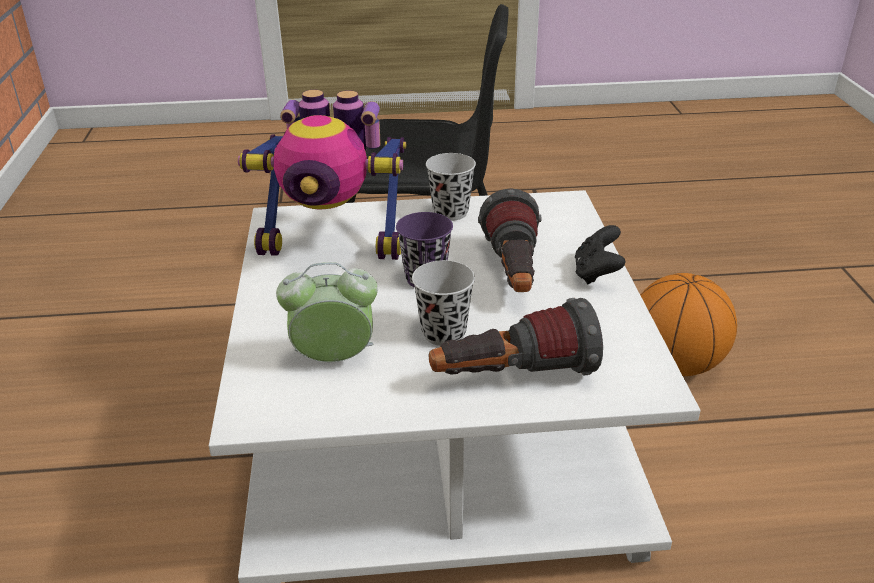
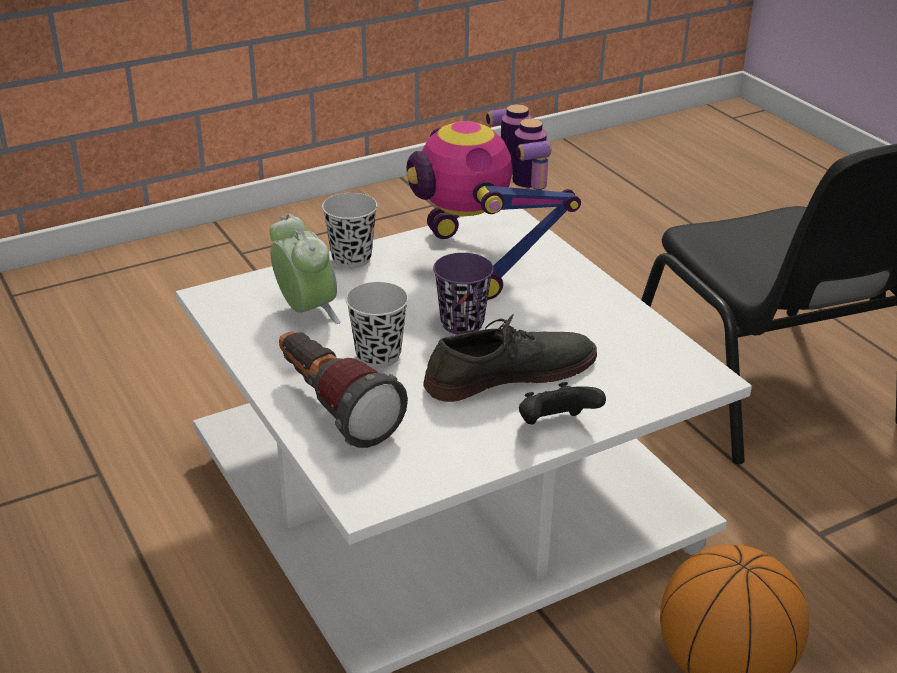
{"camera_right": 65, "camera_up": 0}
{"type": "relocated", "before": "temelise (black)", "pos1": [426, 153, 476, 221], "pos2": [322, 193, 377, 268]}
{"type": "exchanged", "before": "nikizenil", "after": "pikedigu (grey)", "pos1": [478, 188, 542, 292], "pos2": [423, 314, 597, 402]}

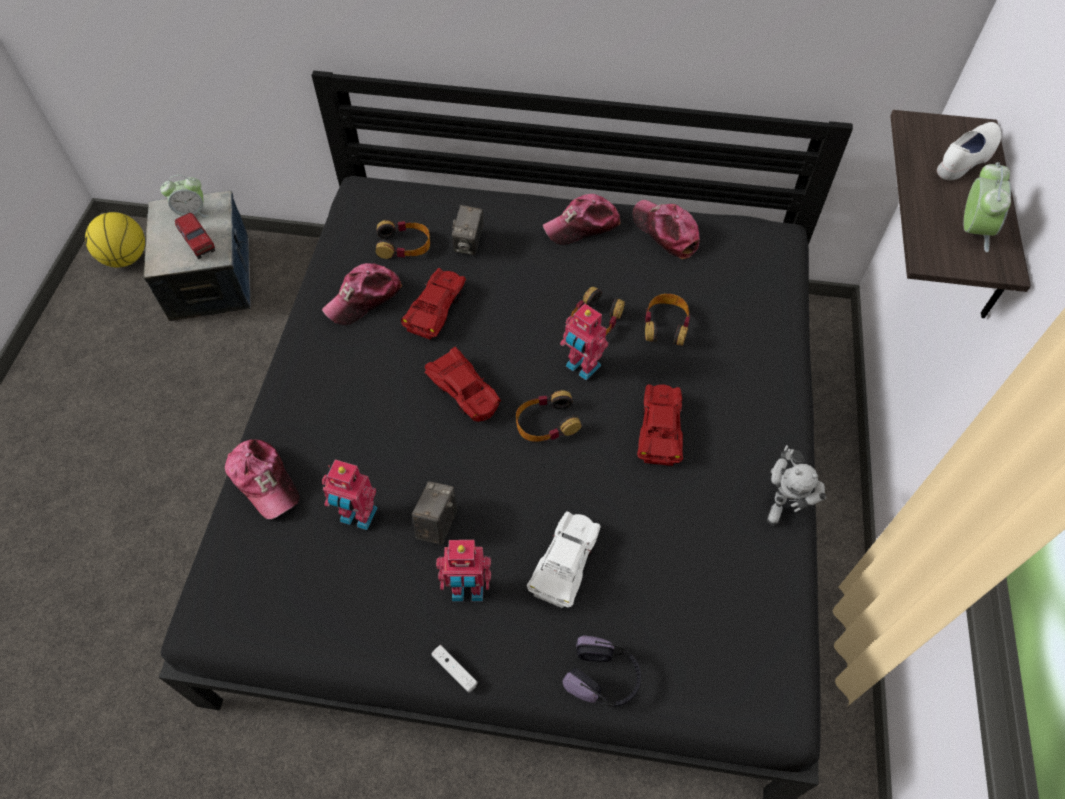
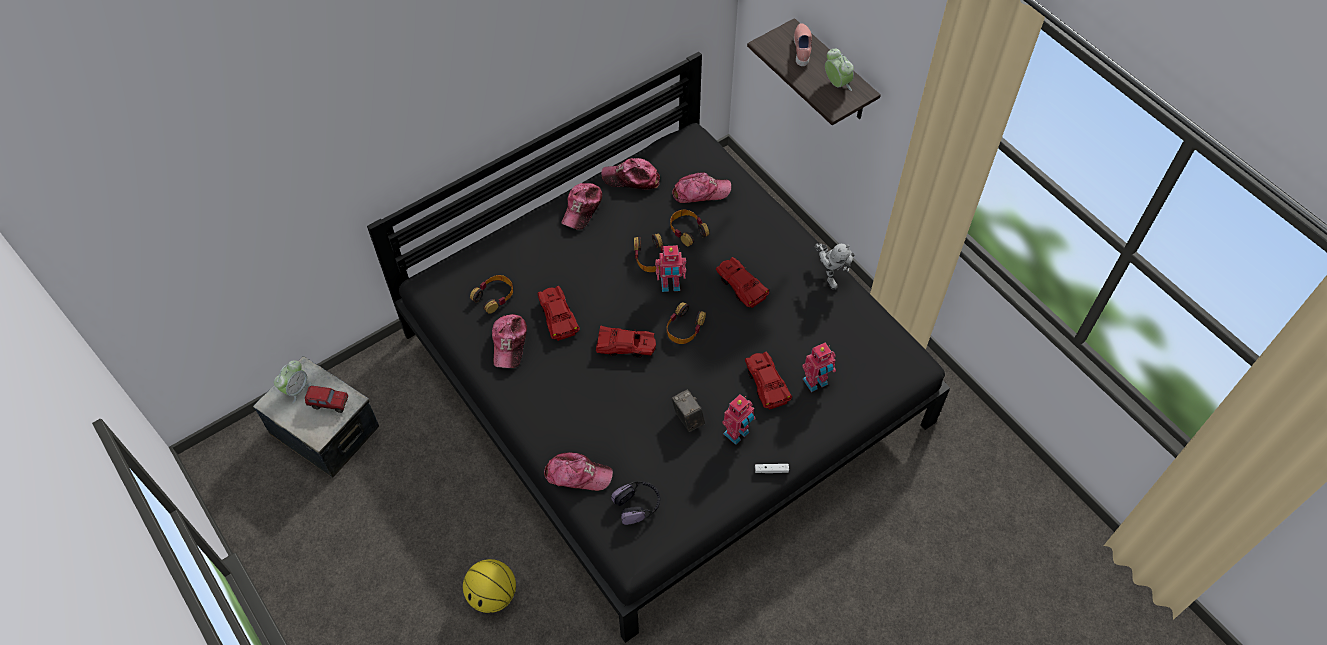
{"camera_right": -45, "camera_up": 0}
{"type": "missing", "before": "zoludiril", "pos1": [452, 205, 483, 255]}
{"type": "appeared", "after": "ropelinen", "pos2": [672, 172, 731, 203]}
{"type": "relocated", "before": "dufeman", "pos1": [85, 212, 145, 268], "pos2": [463, 559, 516, 613]}
{"type": "relocated", "before": "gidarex", "pos1": [322, 460, 378, 530], "pos2": [802, 343, 836, 392]}
{"type": "relocated", "before": "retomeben", "pos1": [562, 635, 641, 707], "pos2": [611, 481, 660, 525]}
{"type": "colour", "before": "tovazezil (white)", "after": "tovazezil (red)", "pos1": [527, 511, 601, 608], "pos2": [745, 351, 792, 410]}
{"type": "colour", "before": "pikedigu (white)", "after": "pikedigu (pink)", "pos1": [937, 122, 1001, 181], "pos2": [794, 23, 812, 66]}

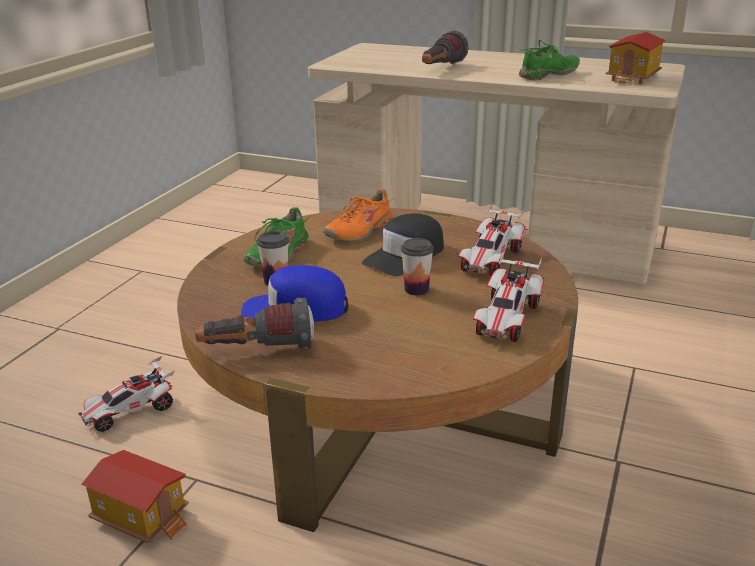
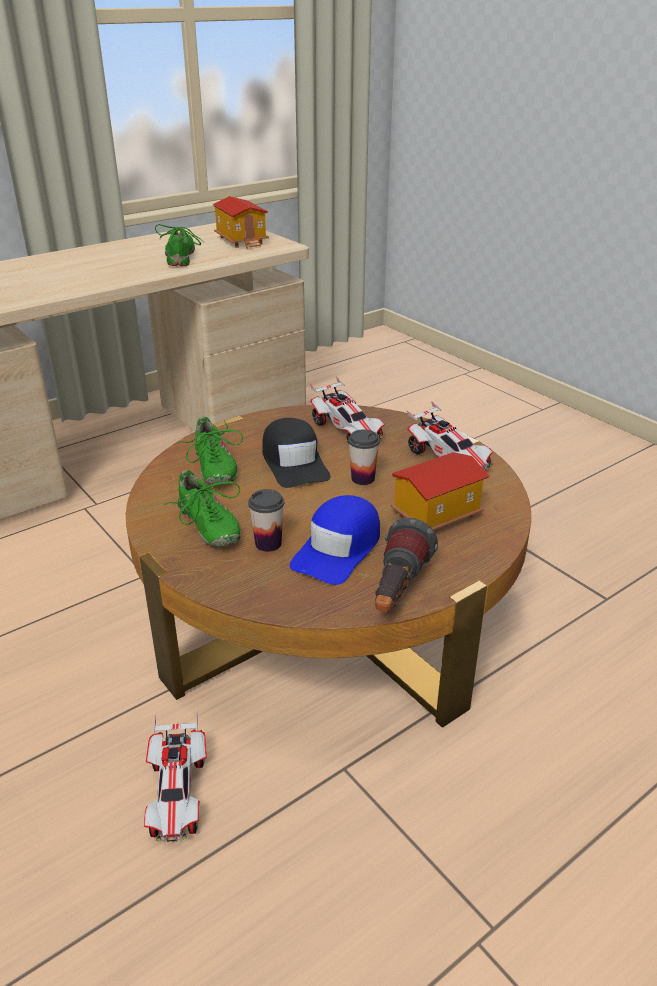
{"camera_right": -60, "camera_up": 5}
{"type": "missing", "before": "nikizenil", "pos1": [422, 31, 469, 64]}
{"type": "relocated", "before": "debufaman", "pos1": [81, 450, 189, 543], "pos2": [390, 452, 490, 530]}
{"type": "colour", "before": "pikedigu (orange)", "after": "pikedigu (green)", "pos1": [324, 188, 393, 241], "pos2": [177, 416, 243, 485]}

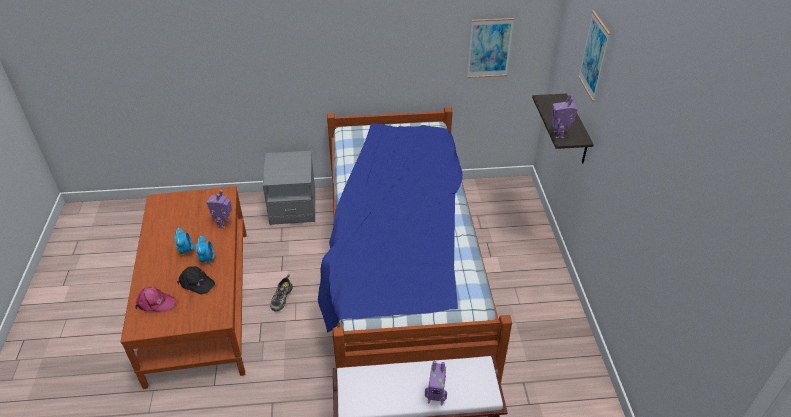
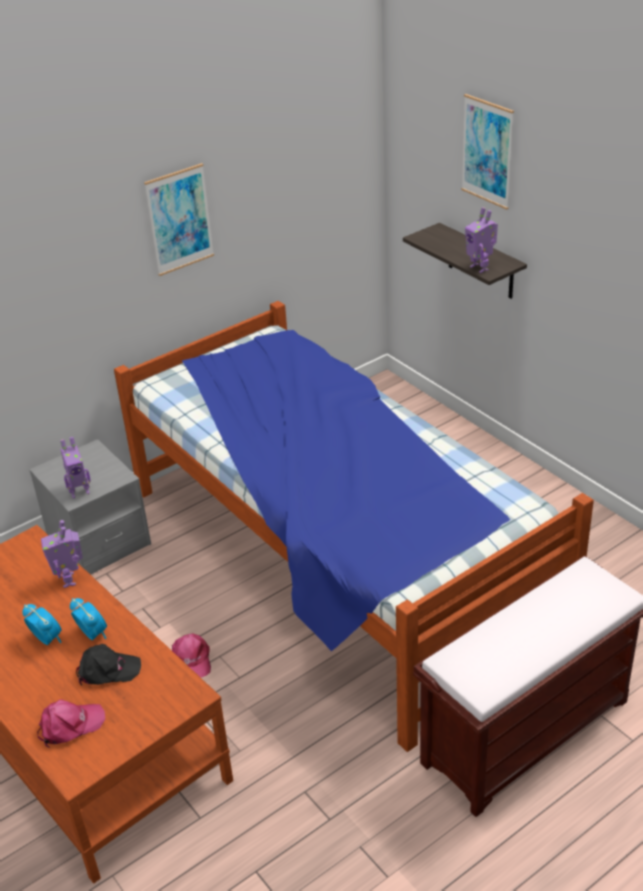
{"camera_right": -30, "camera_up": -5}
{"type": "relocated", "before": "gidarex", "pos1": [425, 361, 447, 406], "pos2": [60, 437, 91, 498]}
{"type": "relocated", "before": "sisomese", "pos1": [467, 18, 514, 78], "pos2": [144, 163, 214, 276]}
{"type": "exchanged", "before": "pikedigu", "after": "ropelinen (pink)", "pos1": [270, 274, 293, 311], "pos2": [172, 633, 211, 677]}

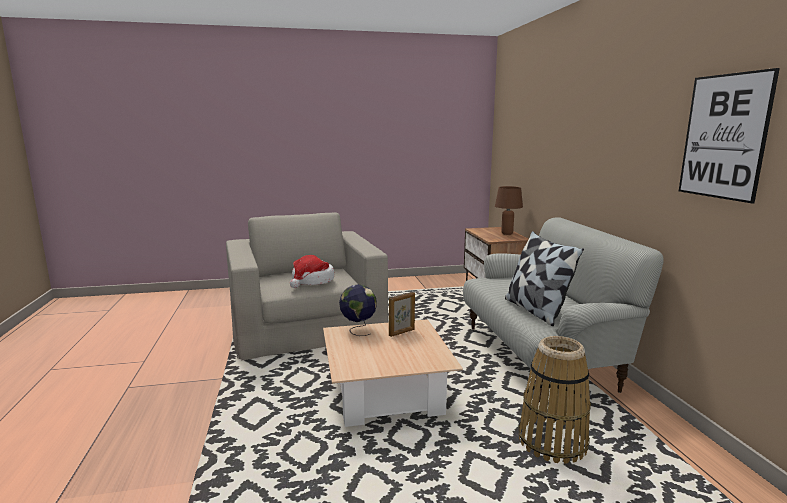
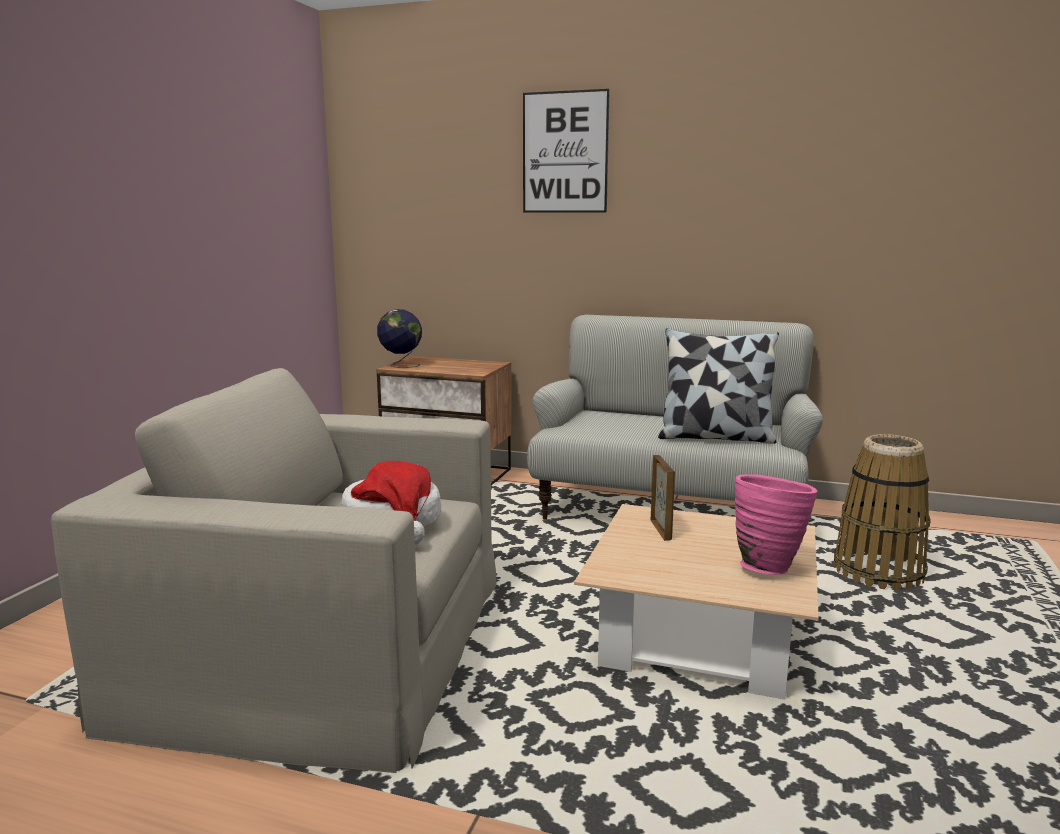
{"camera_right": -60, "camera_up": 0}
{"type": "missing", "before": "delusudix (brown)", "pos1": [495, 186, 523, 235]}
{"type": "appeared", "after": "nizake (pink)", "pos2": [735, 474, 817, 575]}
{"type": "relocated", "before": "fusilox", "pos1": [339, 284, 377, 336], "pos2": [377, 309, 422, 368]}
{"type": "relocated", "before": "sisomese", "pos1": [679, 68, 780, 204], "pos2": [523, 89, 610, 213]}

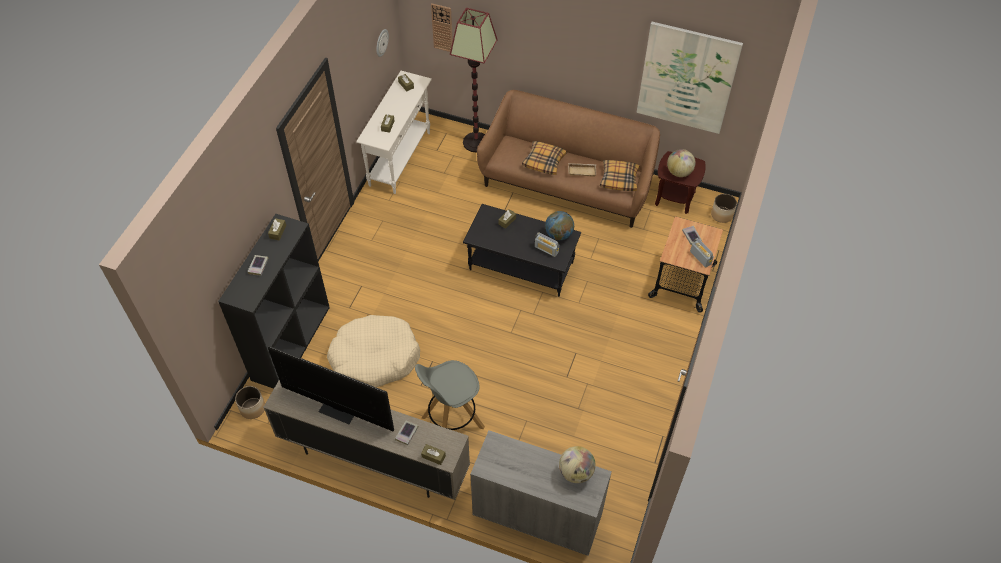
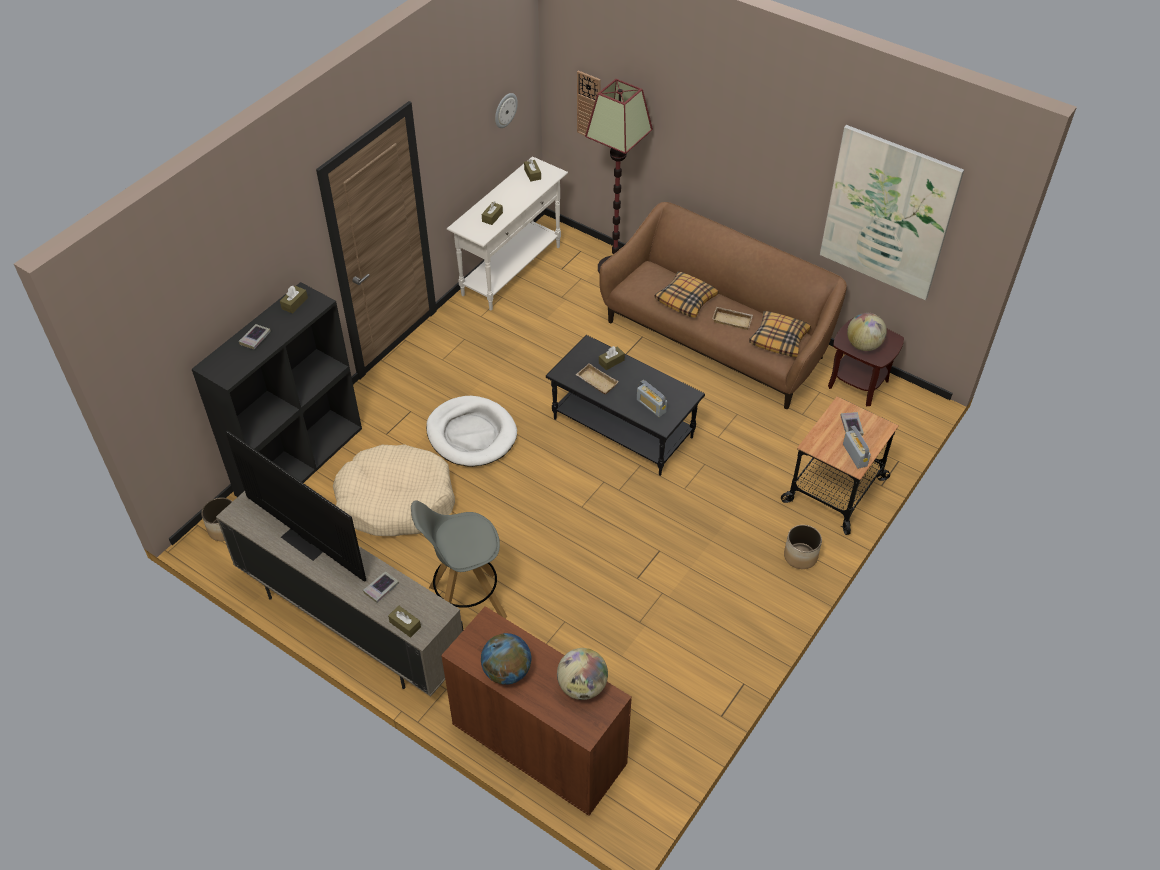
{"camera_right": 15, "camera_up": -5}
{"type": "appeared", "after": "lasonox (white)", "pos2": [426, 396, 517, 467]}
{"type": "appeared", "after": "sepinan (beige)", "pos2": [576, 363, 619, 394]}
{"type": "relocated", "before": "fusilox", "pos1": [545, 211, 574, 240], "pos2": [481, 633, 531, 685]}
{"type": "relocated", "before": "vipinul", "pos1": [711, 194, 737, 223], "pos2": [784, 525, 822, 569]}
{"type": "colour", "before": "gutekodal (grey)", "after": "gutekodal (brown)", "pos1": [470, 430, 612, 556], "pos2": [441, 606, 632, 816]}

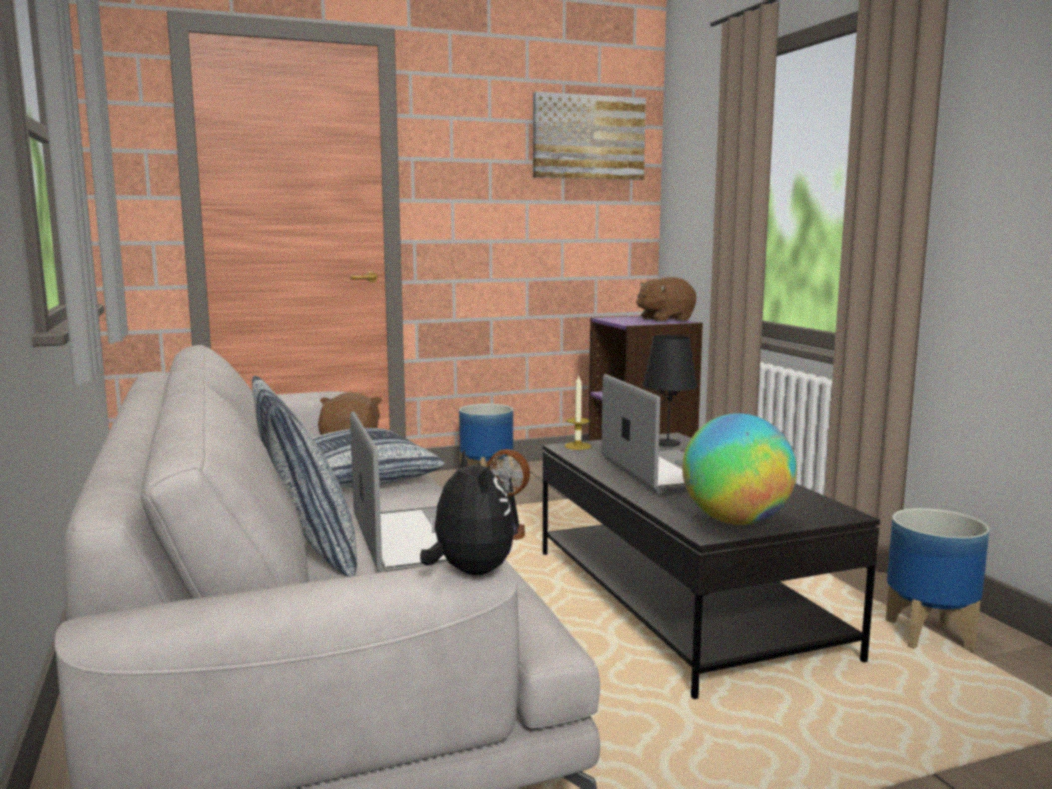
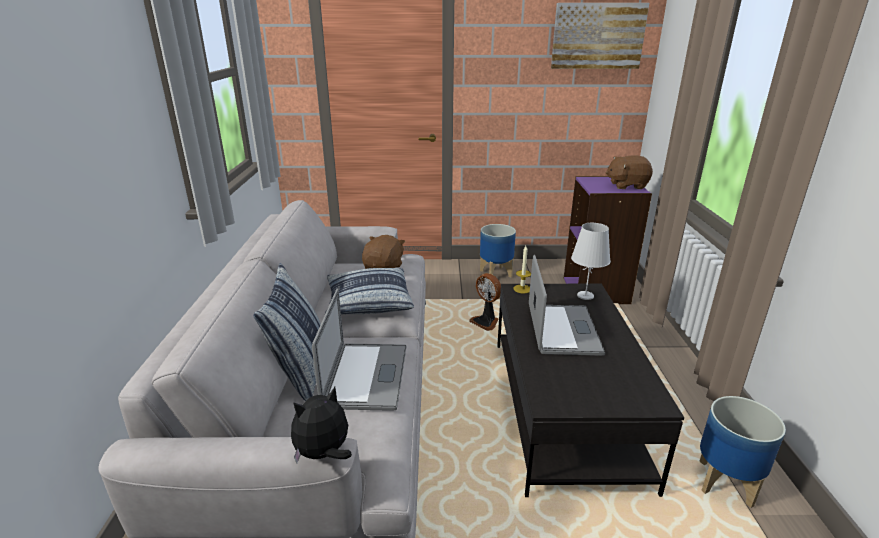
{"camera_right": 20, "camera_up": 15}
{"type": "missing", "before": "fusilox", "pos1": [682, 413, 797, 525]}
{"type": "colour", "before": "delusudix (black)", "after": "delusudix (white)", "pos1": [643, 335, 697, 447], "pos2": [571, 223, 611, 300]}
{"type": "spun", "before": "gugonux", "pos1": [420, 449, 515, 575], "pos2": [291, 387, 352, 463], "turn": -120}

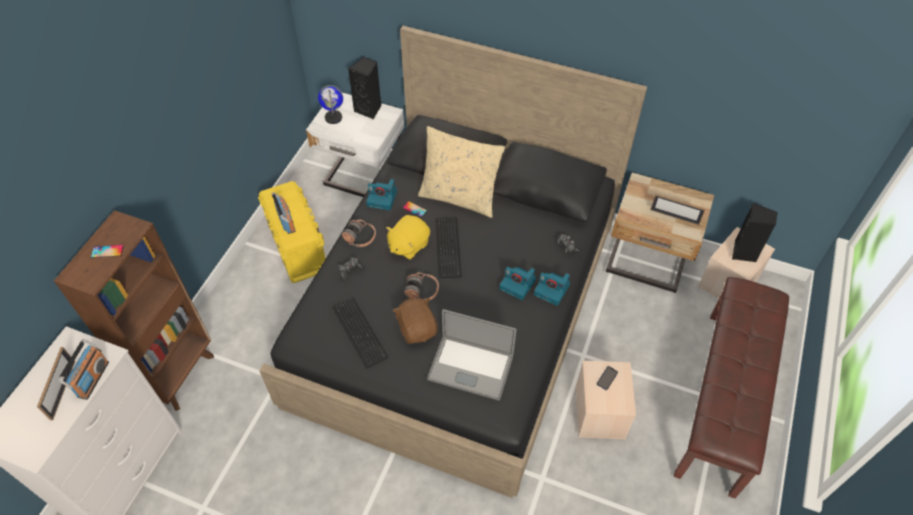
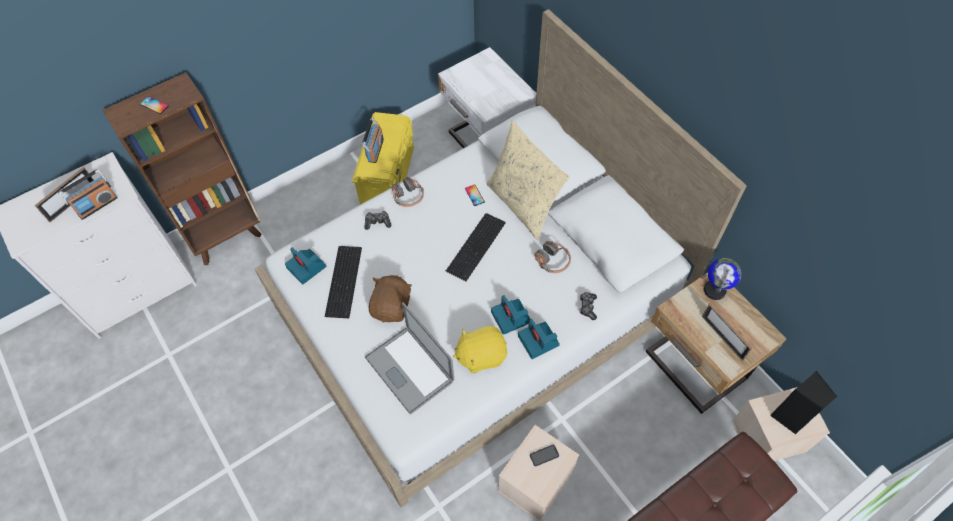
{"camera_right": 35, "camera_up": 5}
{"type": "missing", "before": "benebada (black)", "pos1": [348, 57, 382, 119]}
{"type": "relocated", "before": "fusilox", "pos1": [318, 85, 343, 124], "pos2": [704, 258, 741, 300]}
{"type": "relocated", "before": "zoludiril", "pos1": [366, 179, 397, 210], "pos2": [285, 247, 326, 284]}
{"type": "relocated", "before": "gugonux (yellow)", "pos1": [386, 215, 430, 260], "pos2": [453, 326, 507, 373]}
{"type": "relocated", "before": "retomeben", "pos1": [404, 272, 439, 300], "pos2": [534, 241, 571, 273]}
{"type": "colour", "before": "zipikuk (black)", "after": "zipikuk (white)", "pos1": [259, 26, 647, 498], "pos2": [254, 9, 747, 507]}

